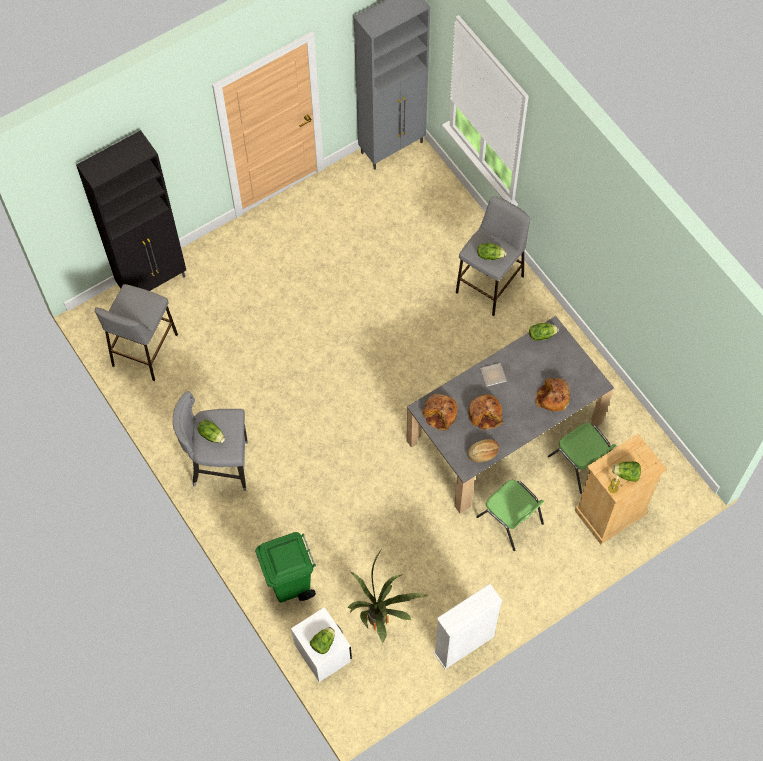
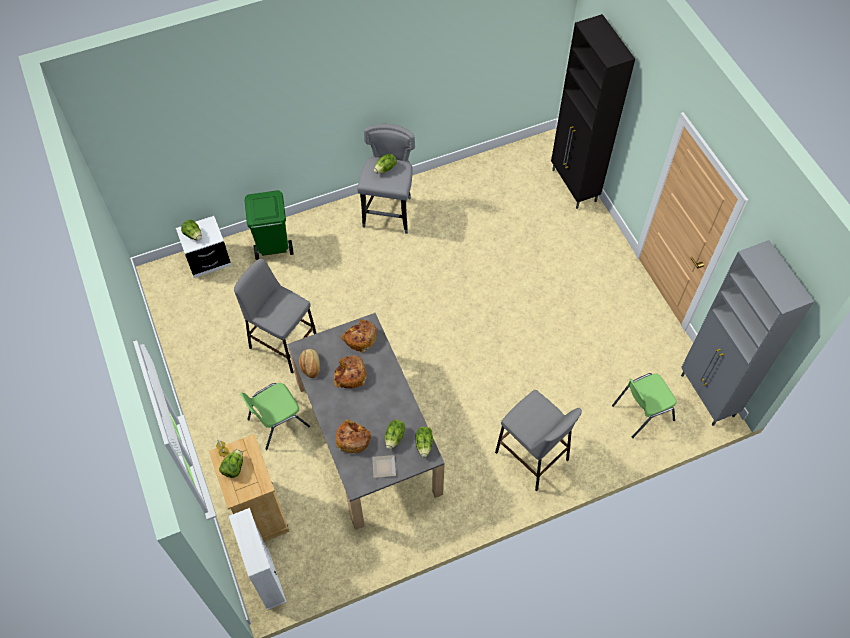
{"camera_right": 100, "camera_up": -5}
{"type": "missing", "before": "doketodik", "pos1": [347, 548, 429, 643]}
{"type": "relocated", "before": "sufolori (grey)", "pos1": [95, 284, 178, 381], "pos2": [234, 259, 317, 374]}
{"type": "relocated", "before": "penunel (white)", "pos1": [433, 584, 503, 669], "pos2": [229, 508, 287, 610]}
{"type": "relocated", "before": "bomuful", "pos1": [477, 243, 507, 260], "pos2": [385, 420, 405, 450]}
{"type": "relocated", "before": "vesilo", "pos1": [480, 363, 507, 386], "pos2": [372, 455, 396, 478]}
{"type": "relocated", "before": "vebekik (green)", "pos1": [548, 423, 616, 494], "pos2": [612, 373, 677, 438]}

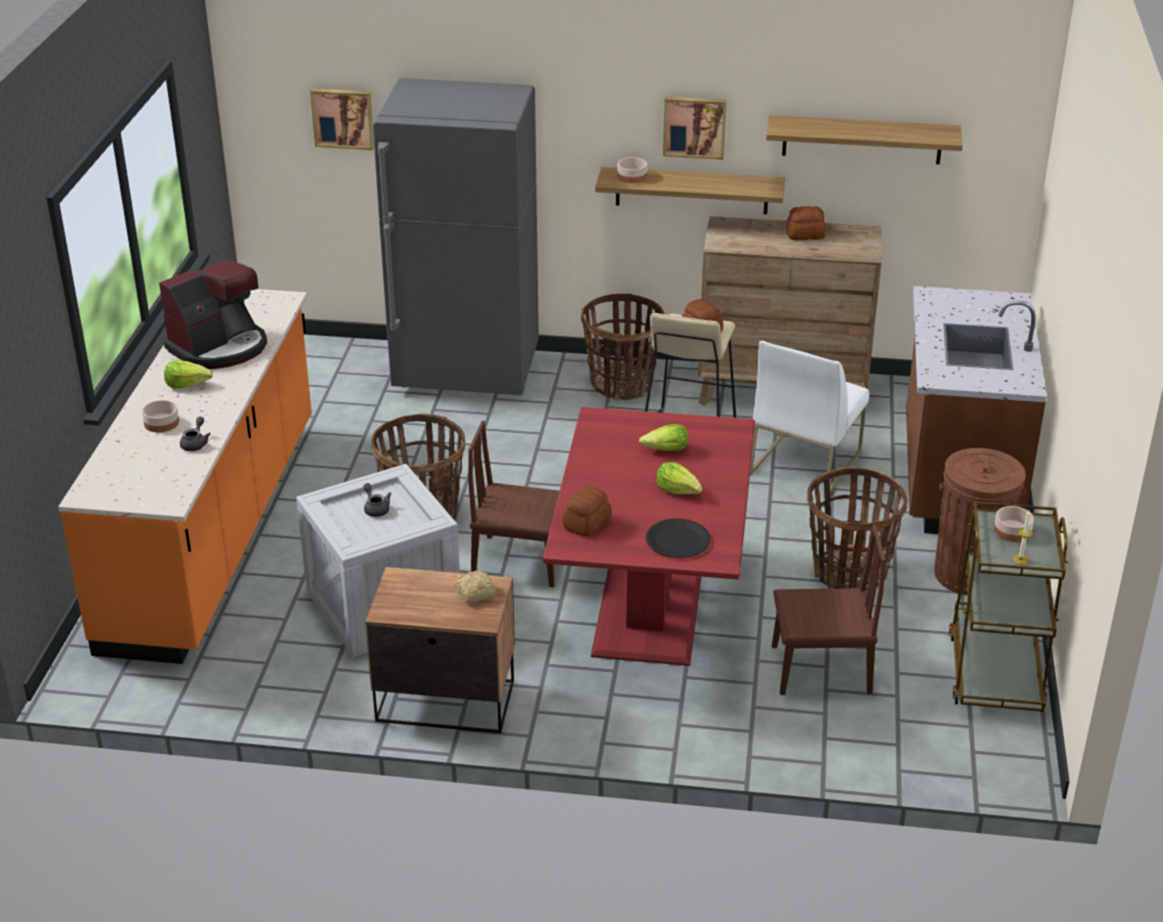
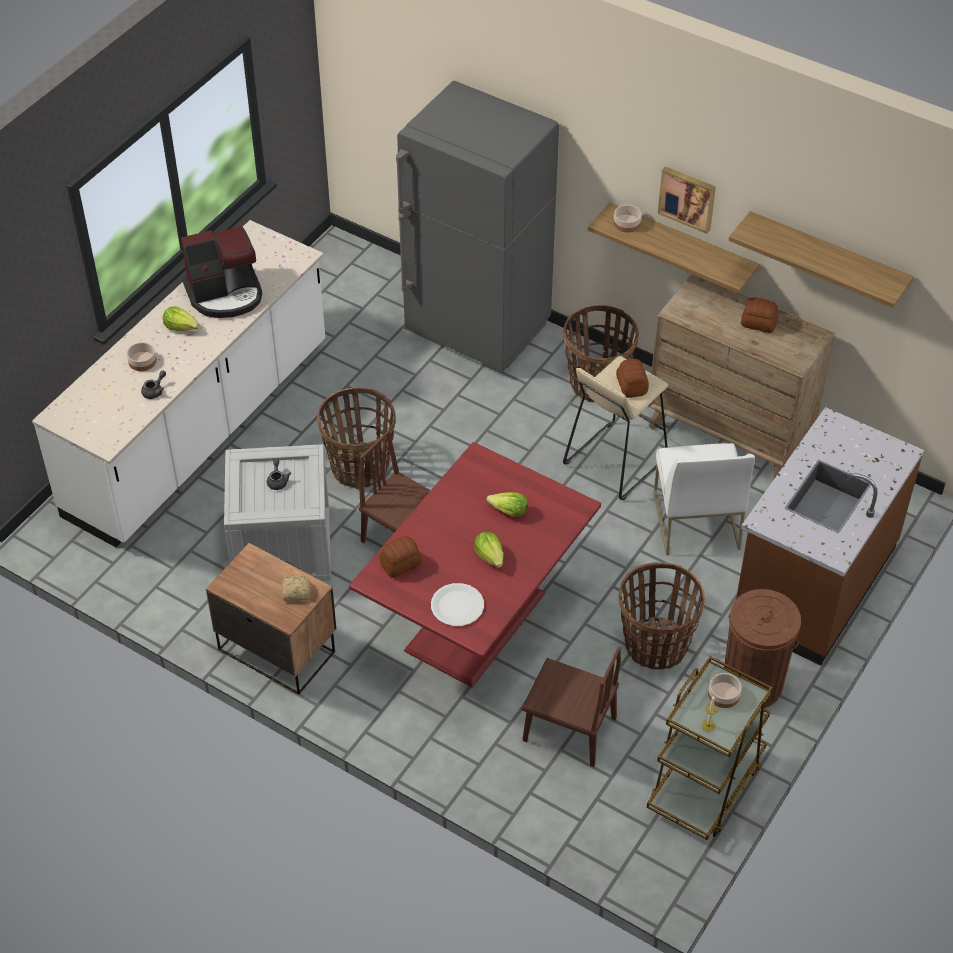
{"camera_right": 25, "camera_up": 15}
{"type": "missing", "before": "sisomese", "pos1": [310, 88, 374, 150]}
{"type": "colour", "before": "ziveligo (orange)", "after": "ziveligo (white)", "pos1": [58, 289, 312, 664], "pos2": [32, 220, 325, 547]}
{"type": "colour", "before": "vesilo (black)", "after": "vesilo (white)", "pos1": [646, 518, 711, 558], "pos2": [431, 583, 484, 626]}
{"type": "spun", "before": "vebekik (white)", "pos1": [750, 341, 869, 498], "pos2": [654, 443, 755, 555], "turn": -60}

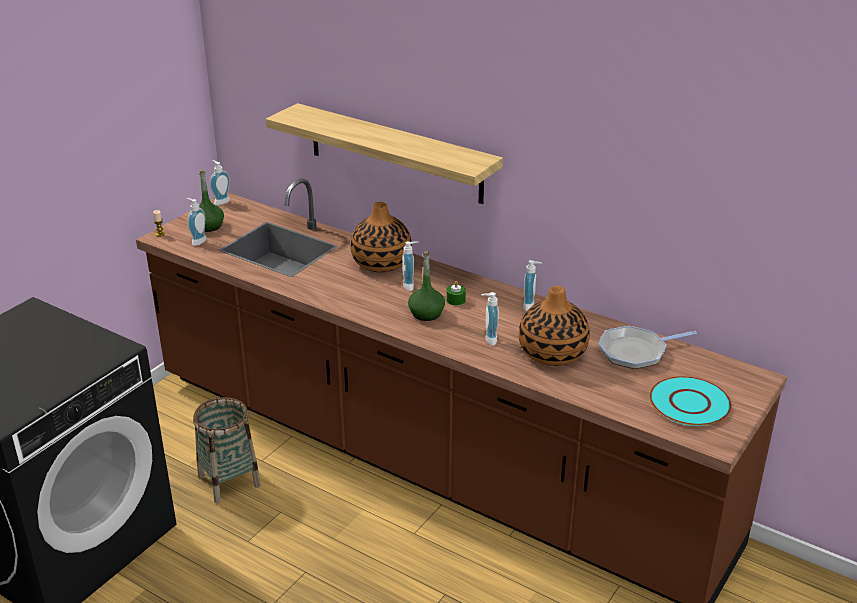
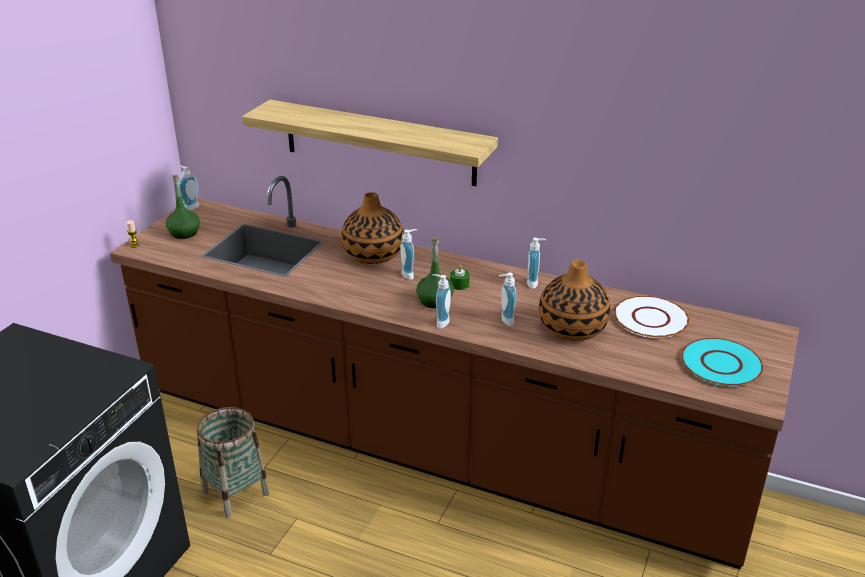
{"camera_right": -10, "camera_up": 0}
{"type": "relocated", "before": "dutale", "pos1": [186, 198, 207, 246], "pos2": [432, 274, 451, 329]}
{"type": "exchanged", "before": "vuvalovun", "after": "vesilo (white)", "pos1": [598, 326, 697, 369], "pos2": [614, 296, 689, 338]}

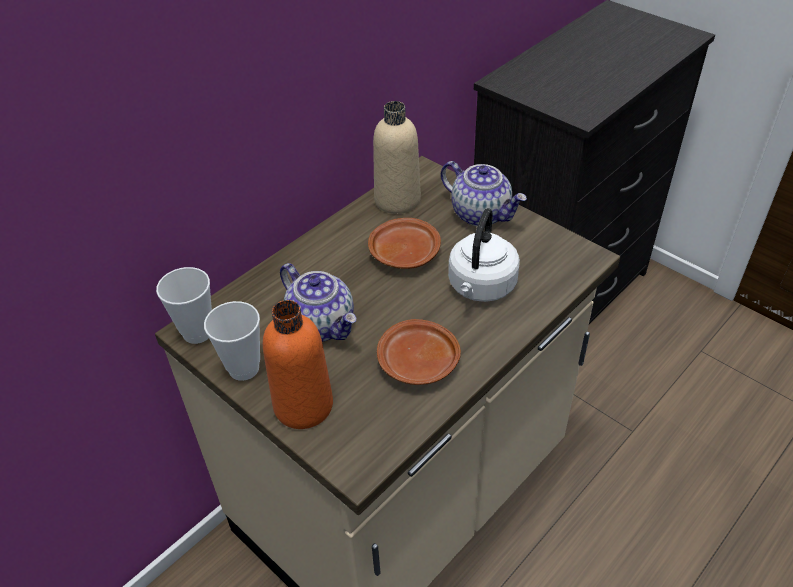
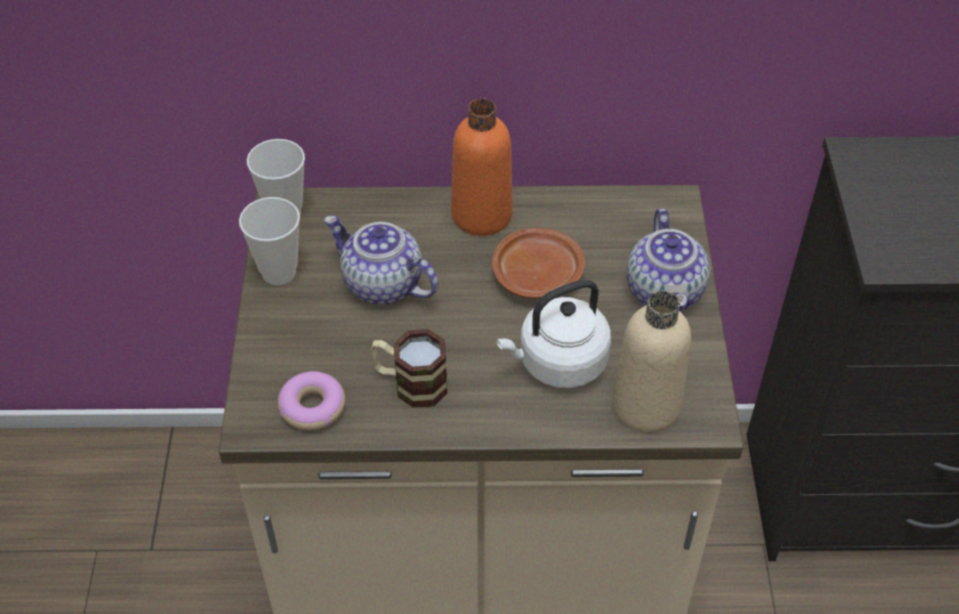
{"camera_right": 45, "camera_up": 5}
{"type": "appeared", "after": "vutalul", "pos2": [278, 371, 345, 431]}
{"type": "relocated", "before": "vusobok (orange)", "pos1": [263, 300, 333, 429], "pos2": [451, 98, 513, 236]}
{"type": "relocated", "before": "vusobok (beige)", "pos1": [373, 101, 421, 214], "pos2": [612, 291, 691, 433]}
{"type": "exchanged", "before": "vesilo (brown)", "after": "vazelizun", "pos1": [377, 319, 461, 385], "pos2": [370, 329, 448, 408]}
{"type": "spun", "before": "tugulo", "pos1": [280, 263, 356, 342], "pos2": [324, 215, 438, 305], "turn": 120}

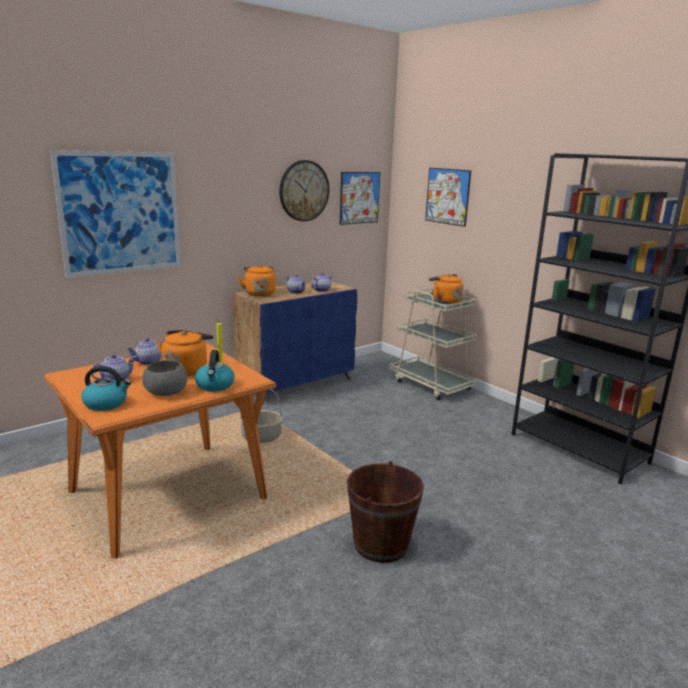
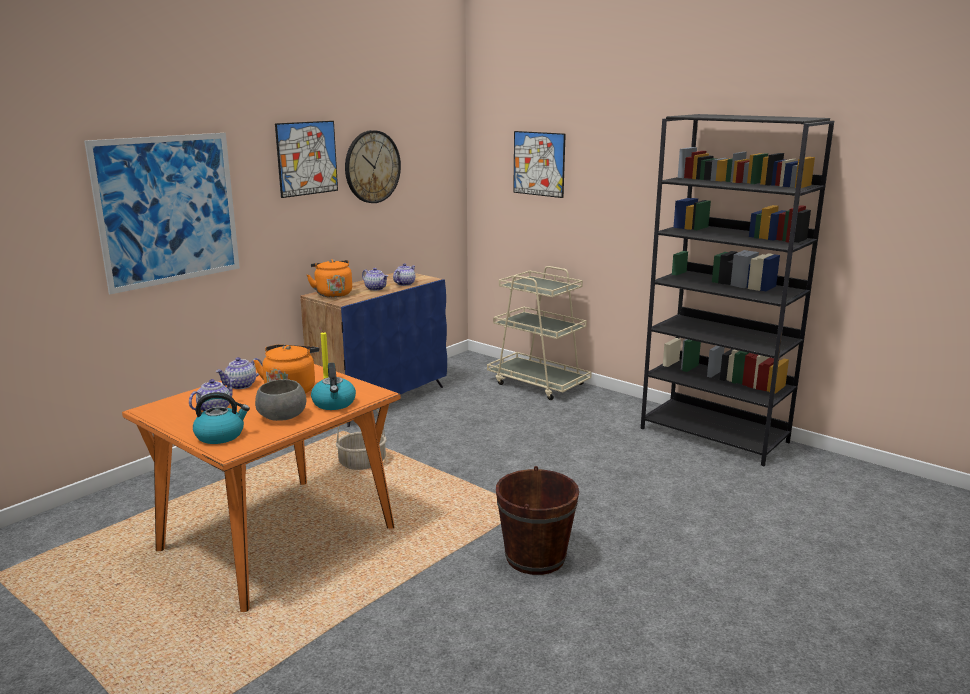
{"camera_right": -10, "camera_up": 0}
{"type": "missing", "before": "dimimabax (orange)", "pos1": [429, 274, 463, 304]}
{"type": "relocated", "before": "sisomese", "pos1": [340, 172, 380, 225], "pos2": [275, 121, 338, 198]}

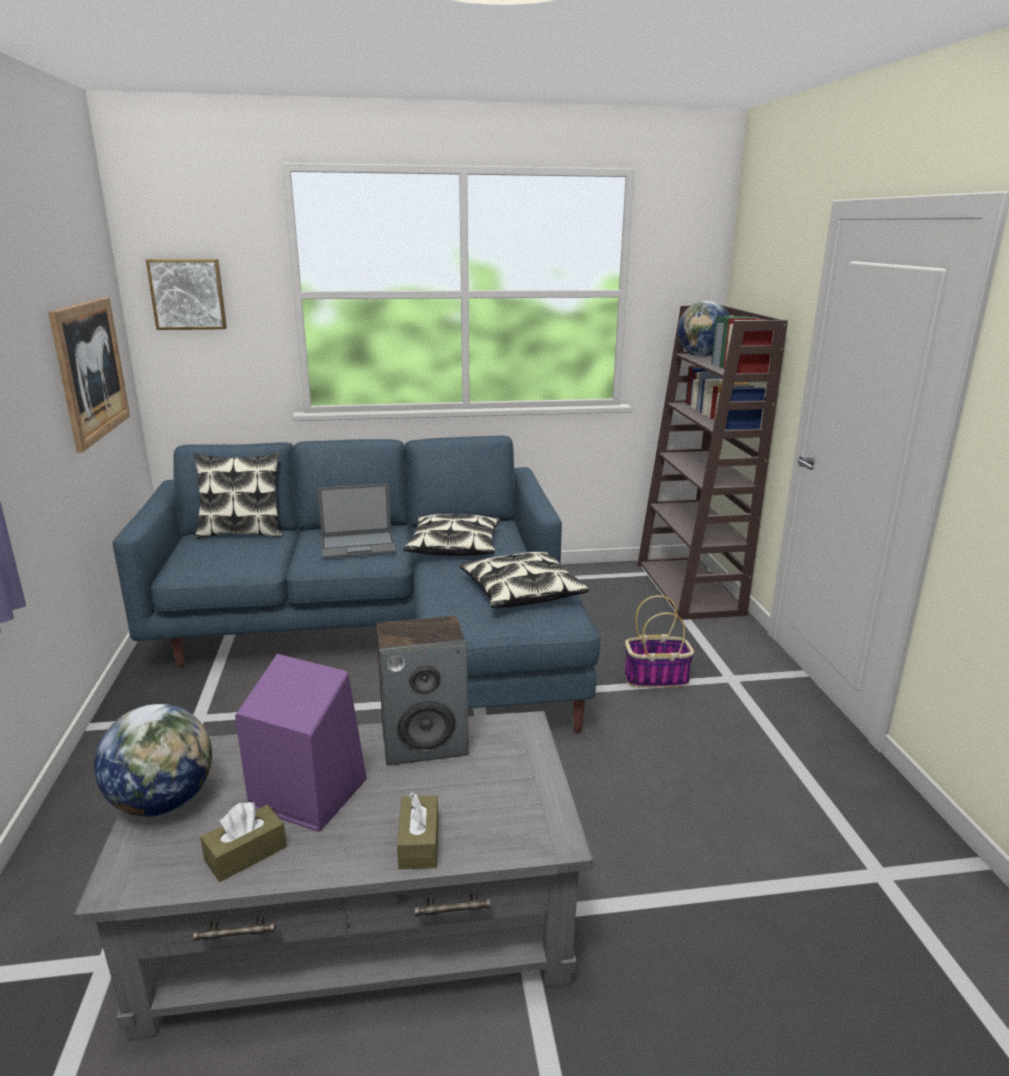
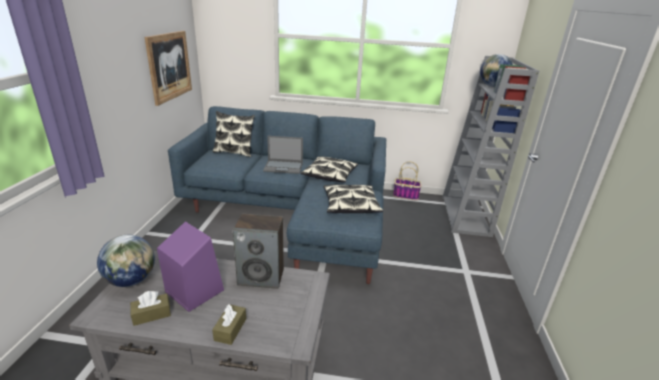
{"camera_right": 15, "camera_up": 5}
{"type": "missing", "before": "sisomese", "pos1": [146, 259, 227, 330]}
{"type": "relocated", "before": "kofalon", "pos1": [624, 595, 694, 688], "pos2": [393, 162, 422, 200]}
{"type": "colour", "before": "penunel (brown)", "after": "penunel (grey)", "pos1": [637, 305, 788, 620], "pos2": [442, 56, 539, 237]}

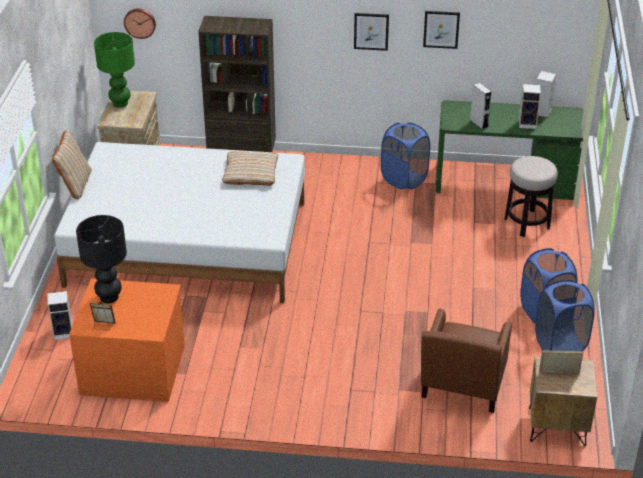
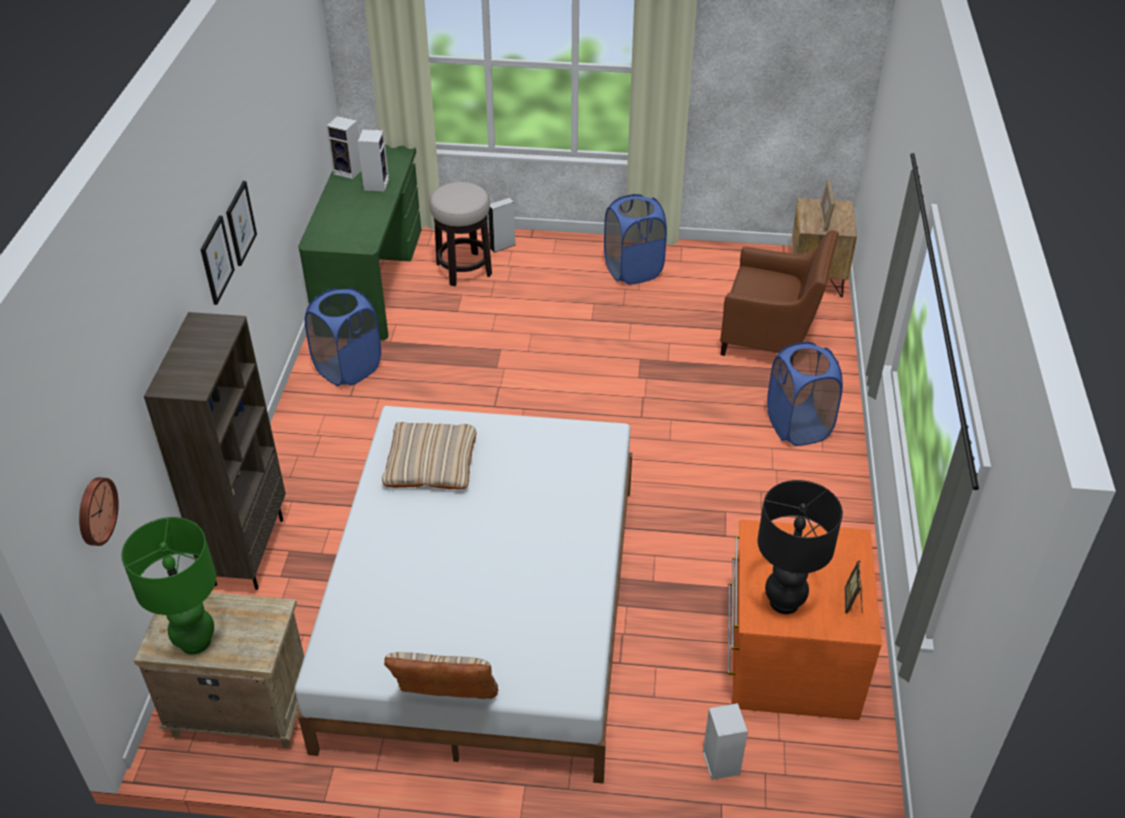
{"camera_right": -90, "camera_up": 5}
{"type": "relocated", "before": "sisomese", "pos1": [423, 11, 460, 49], "pos2": [200, 215, 235, 305]}
{"type": "relocated", "before": "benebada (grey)", "pos1": [470, 83, 492, 130], "pos2": [488, 198, 515, 253]}
{"type": "relocated", "before": "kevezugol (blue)", "pos1": [535, 280, 594, 351], "pos2": [767, 342, 843, 446]}

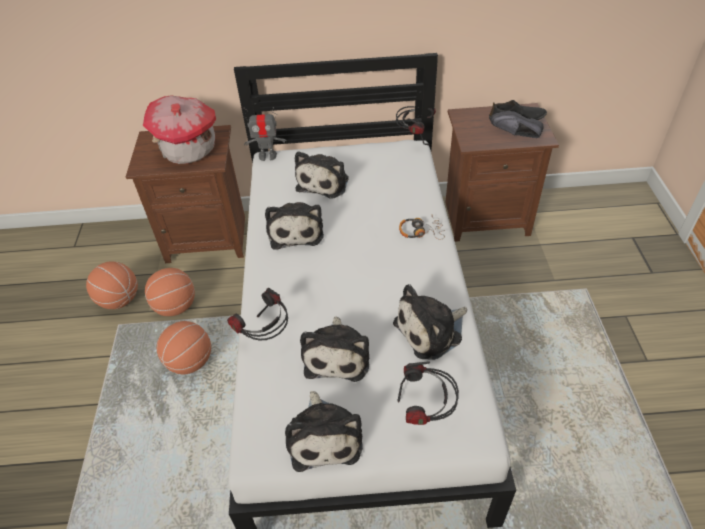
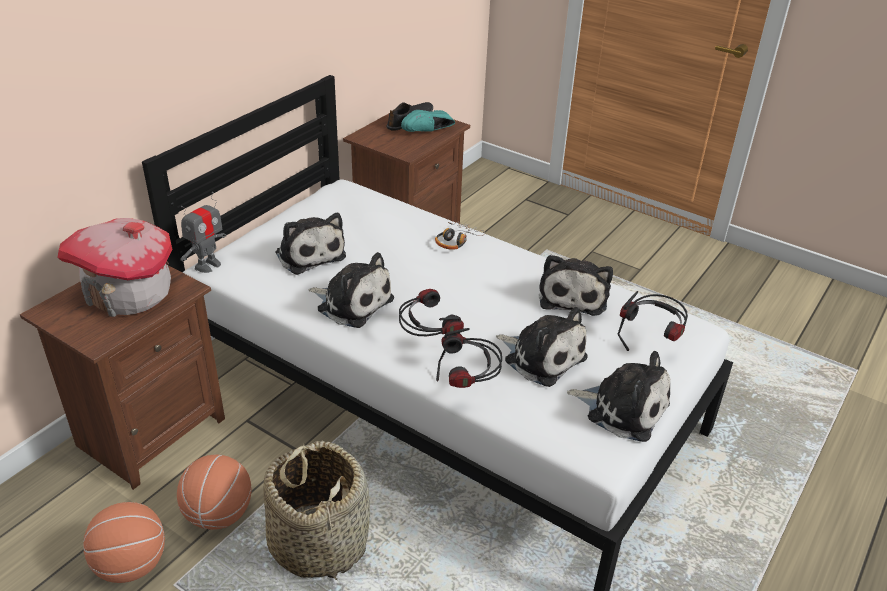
{"camera_right": -55, "camera_up": -10}
{"type": "relocated", "before": "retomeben", "pos1": [396, 106, 436, 145], "pos2": [399, 289, 464, 336]}
{"type": "exchanged", "before": "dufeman", "after": "kofalon", "pos1": [157, 321, 211, 375], "pos2": [264, 441, 370, 580]}
{"type": "colour", "before": "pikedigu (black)", "after": "pikedigu (turquoise)", "pos1": [490, 111, 544, 138], "pos2": [401, 110, 455, 132]}

